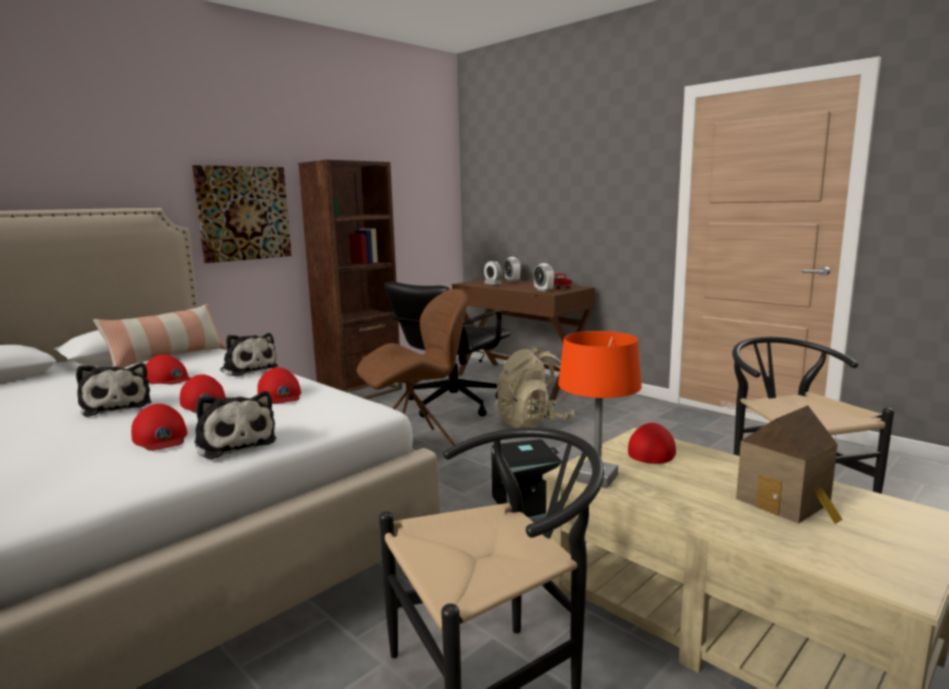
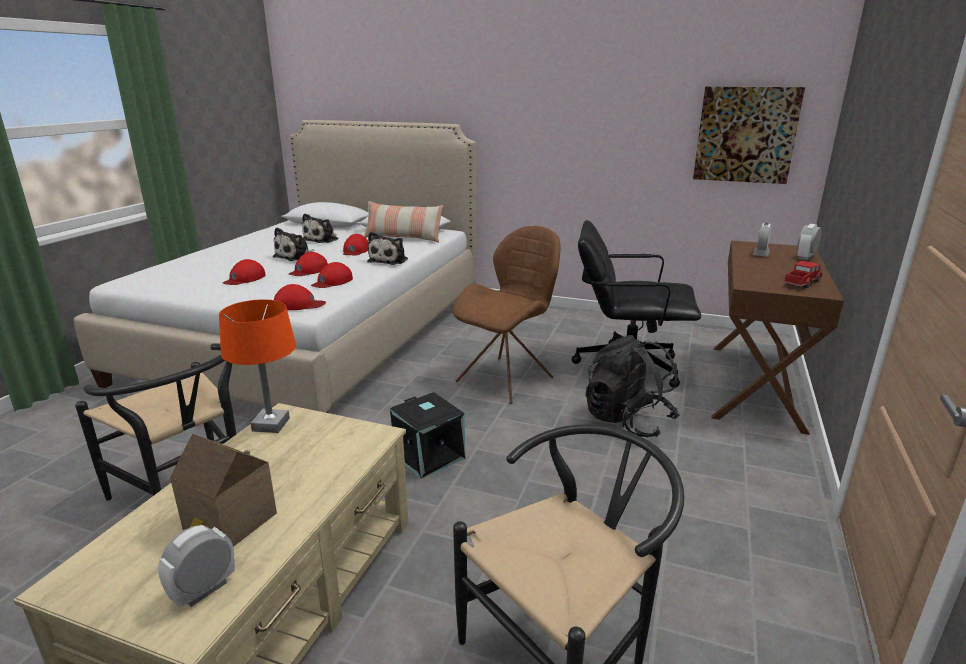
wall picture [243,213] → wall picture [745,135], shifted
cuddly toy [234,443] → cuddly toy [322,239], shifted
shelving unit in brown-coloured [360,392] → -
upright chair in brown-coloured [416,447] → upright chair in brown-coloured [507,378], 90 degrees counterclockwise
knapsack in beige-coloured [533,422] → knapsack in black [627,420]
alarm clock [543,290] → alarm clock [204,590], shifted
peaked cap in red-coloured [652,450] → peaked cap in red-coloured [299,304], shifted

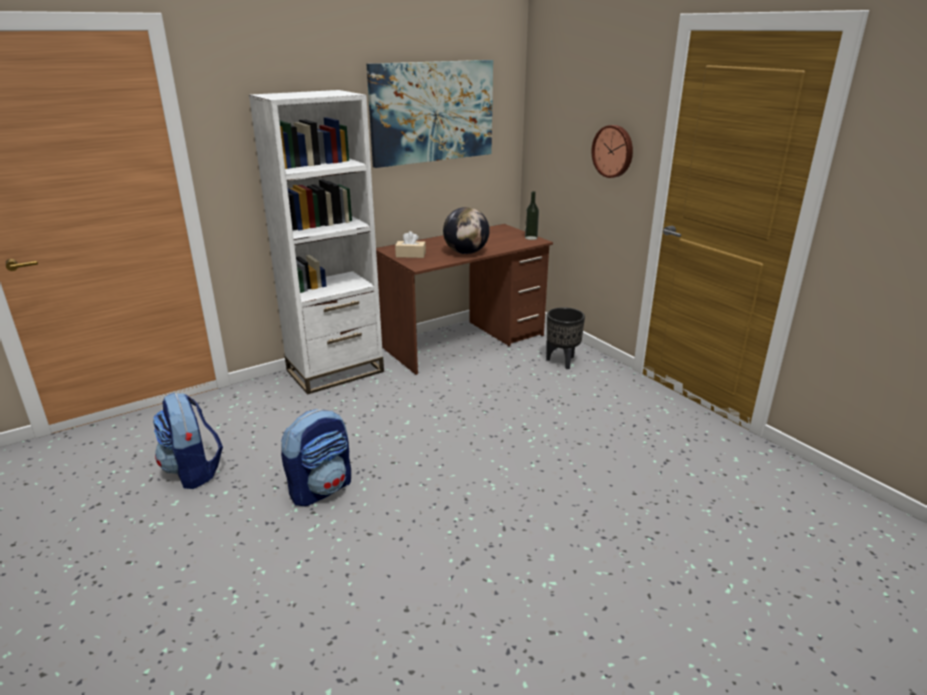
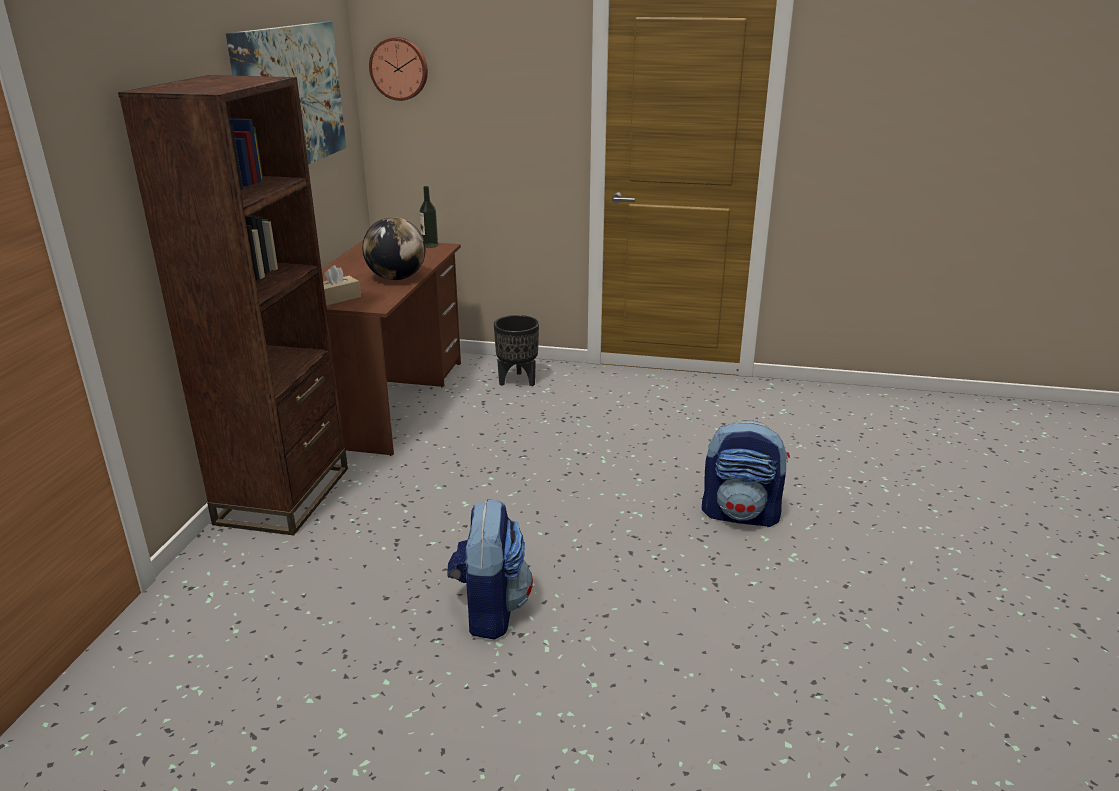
knapsack [194,471] → knapsack [741,514], shifted
shelving unit in white-coloured [335,371] → shelving unit in brown-coloured [284,495]
clock on the wall [613,151] → clock on the wall [399,68], shifted

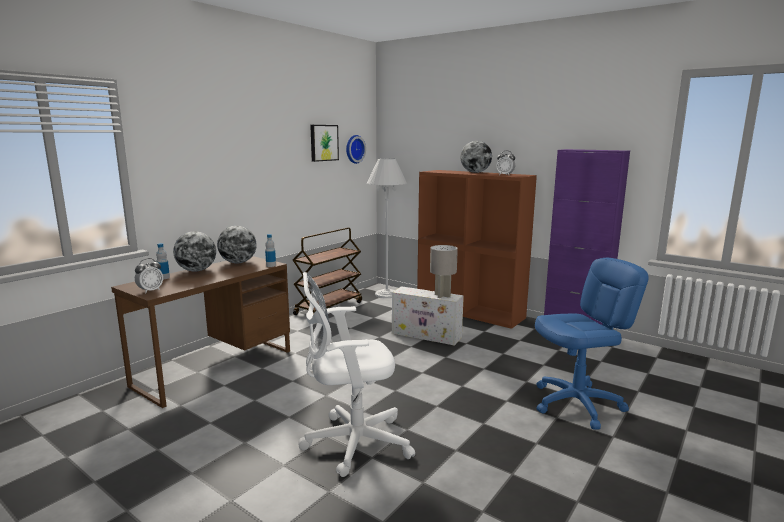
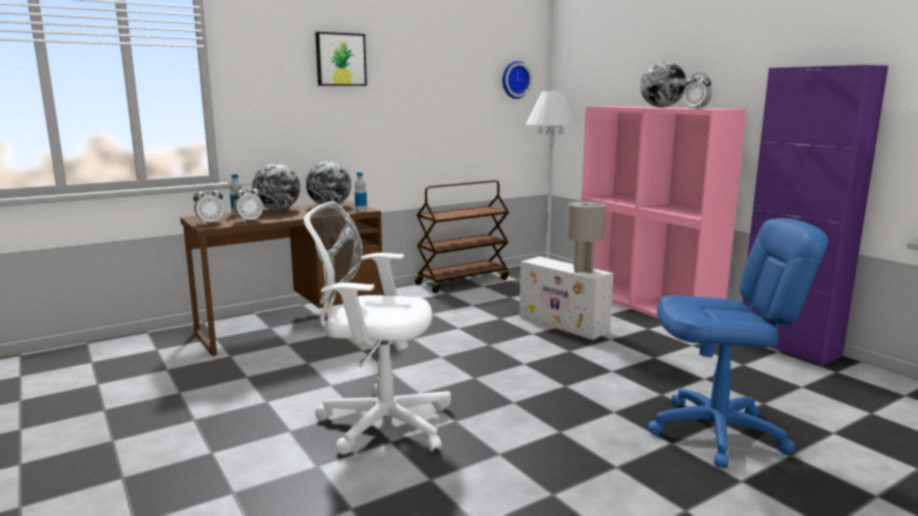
wall picture [323,142] → wall picture [340,59], shifted
shelving unit in brown-coloured [470,311] → shelving unit in pinkish [647,304]
- → alarm clock [249,220]

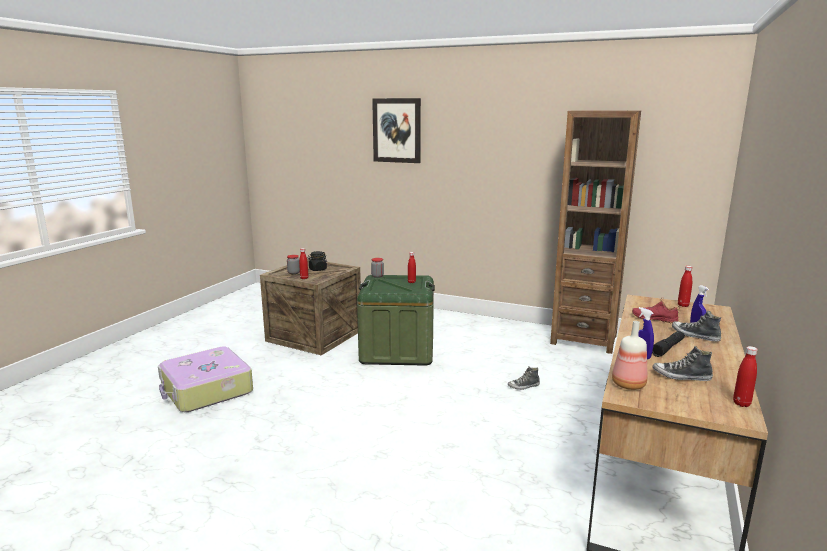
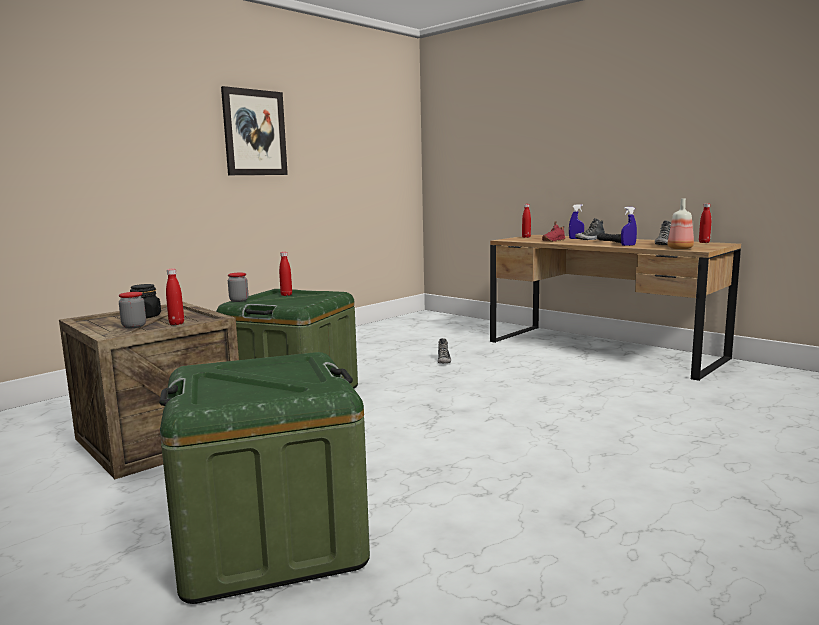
piece of luggage [206,390] → storage bin in green-coloured [270,539]
wall picture [397,130] → wall picture [254,133], shifted
shelving unit in brown-coloured [584,339] → -

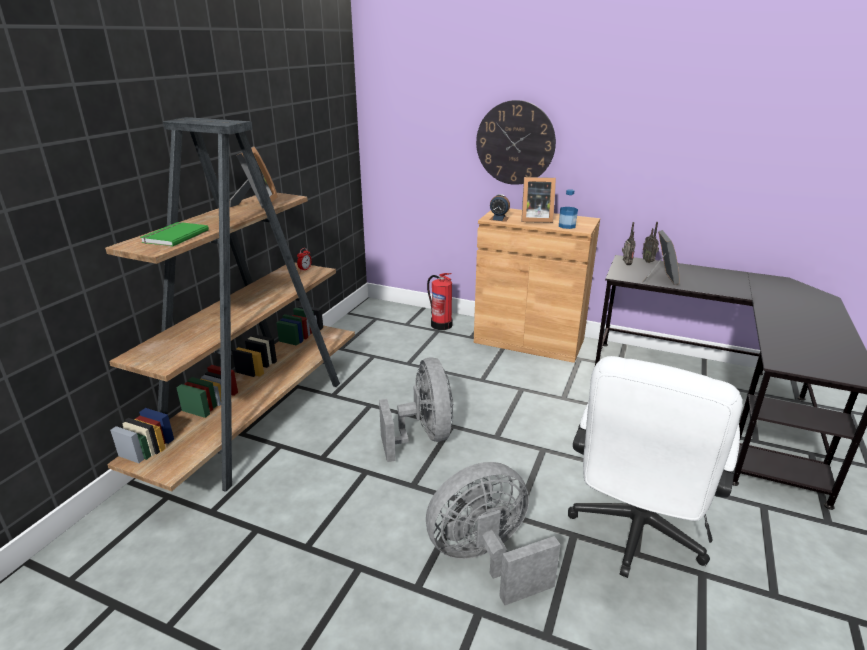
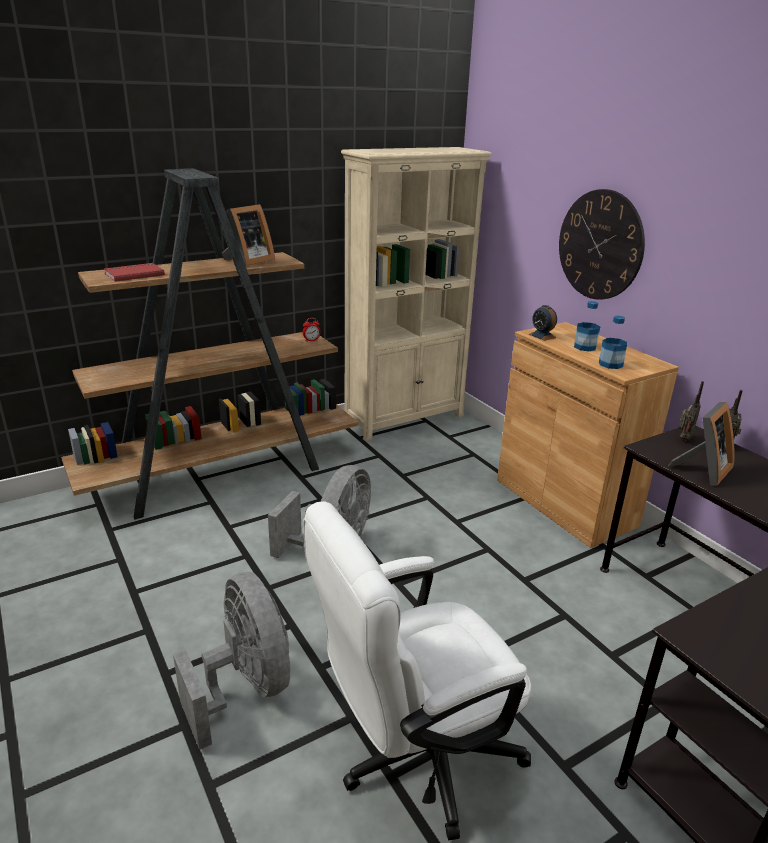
volume in green-coloured [174,236] → volume in red-coloured [133,274]
electric fan in gray [486,559] → electric fan in gray [245,687], 45 degrees clockwise
fire-fighting cylinder [441,324] → -
picture frame [535,219] → drink bottle [585,347]
- → shelving unit in beige-coloured [405,419]

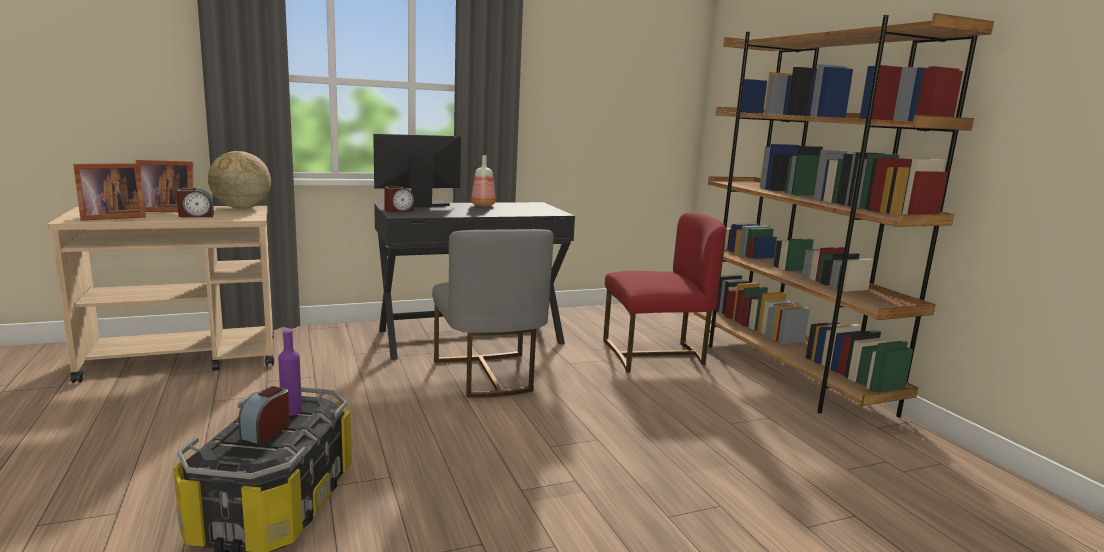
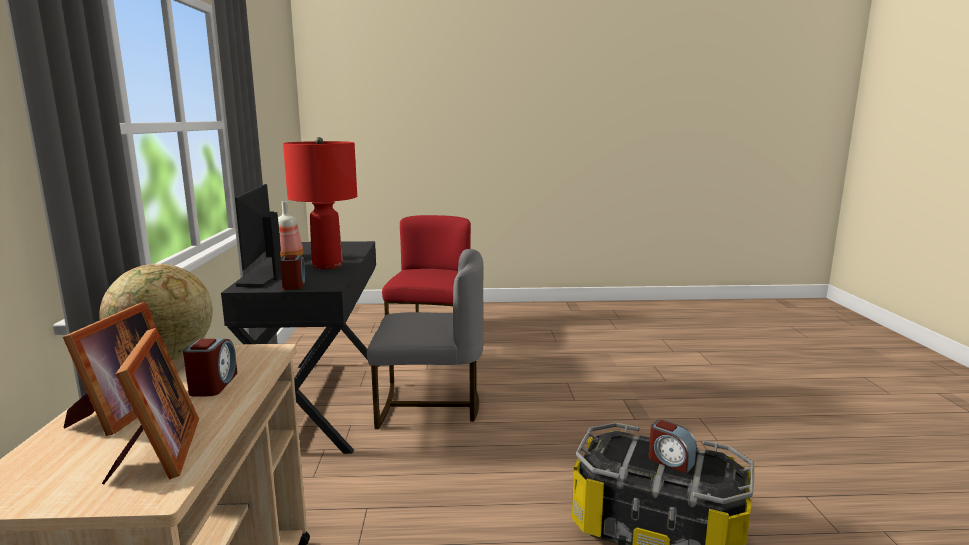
drink bottle in purple-coloured [291,411] → -
shelving unit in brown-coloured [786,373] → -
- → lamp for a table in red-coloured [326,265]

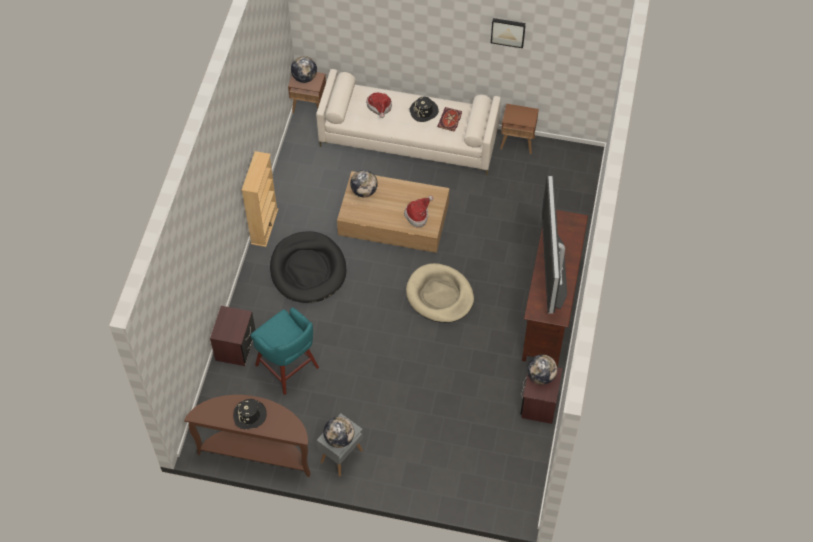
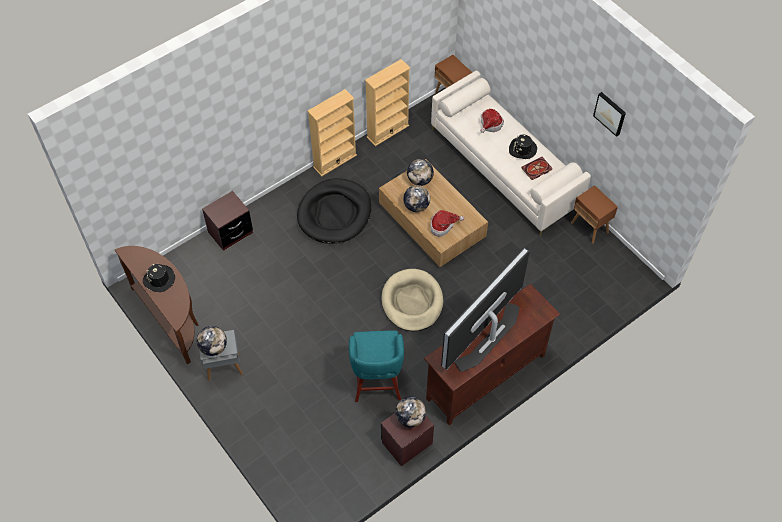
stool in turquoise [288,368] → stool in turquoise [377,382], shifted
globe [304,78] → globe [416,206], shifted
- → shelving unit in beige-coloured [387,131]

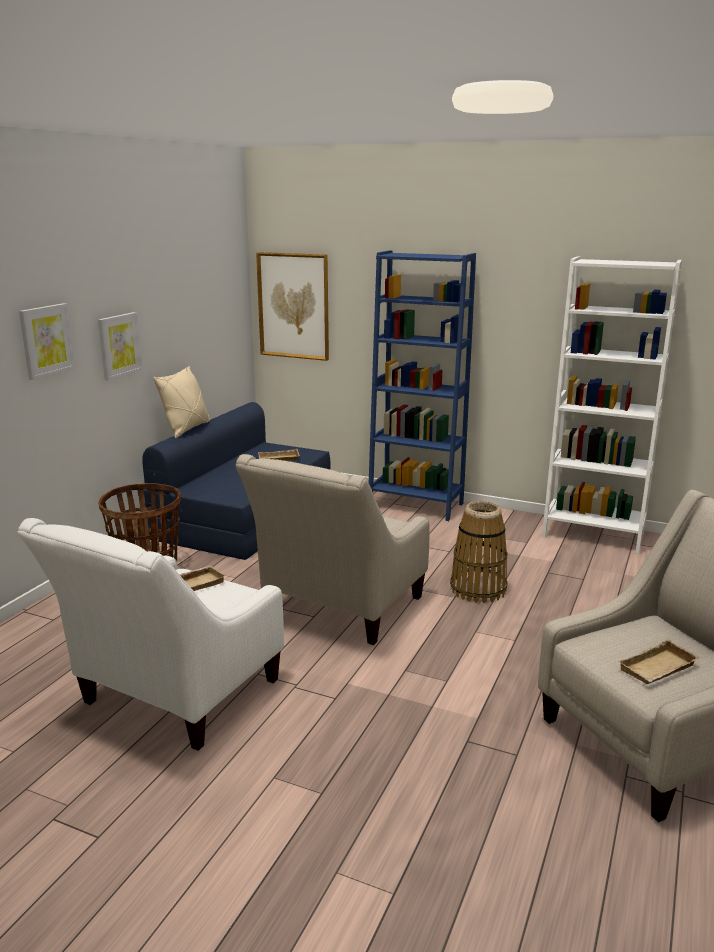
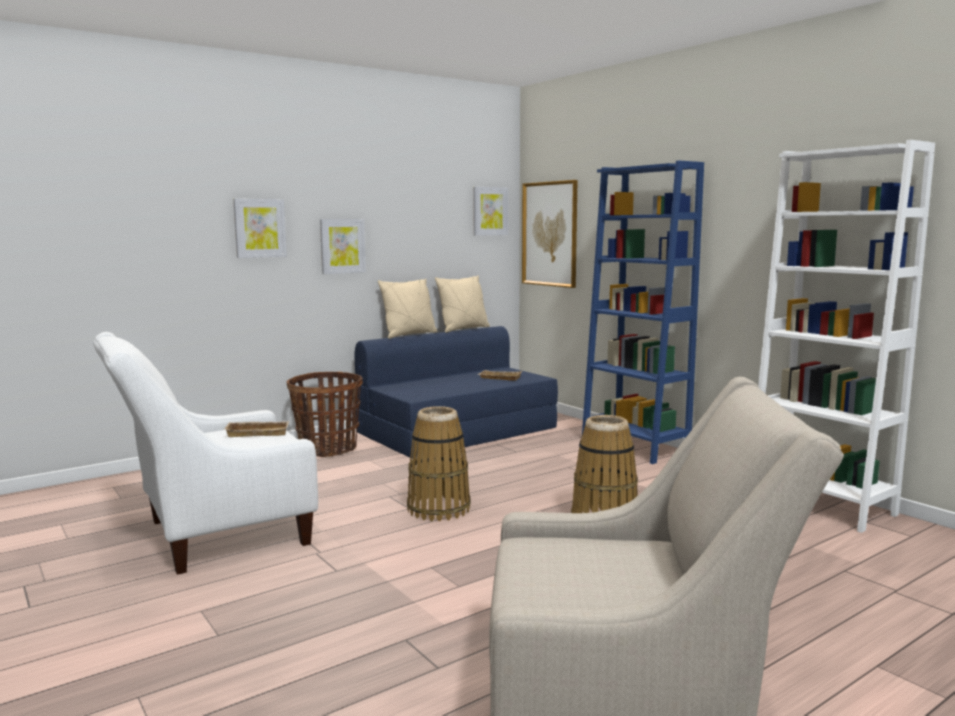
lounge chair in beige-coloured [339,610] → basket [438,509]
tray in beige-coloured [659,669] → -
- → cushion in beige-coloured [463,329]
- → wall picture [490,211]

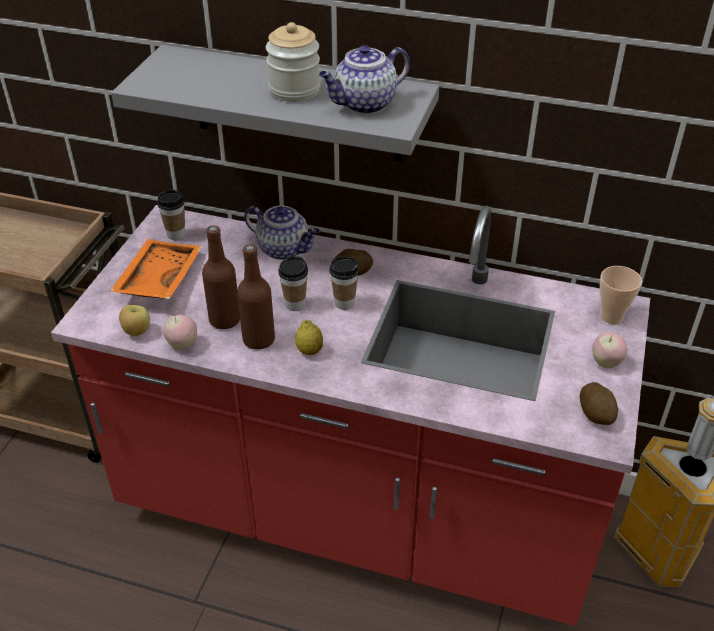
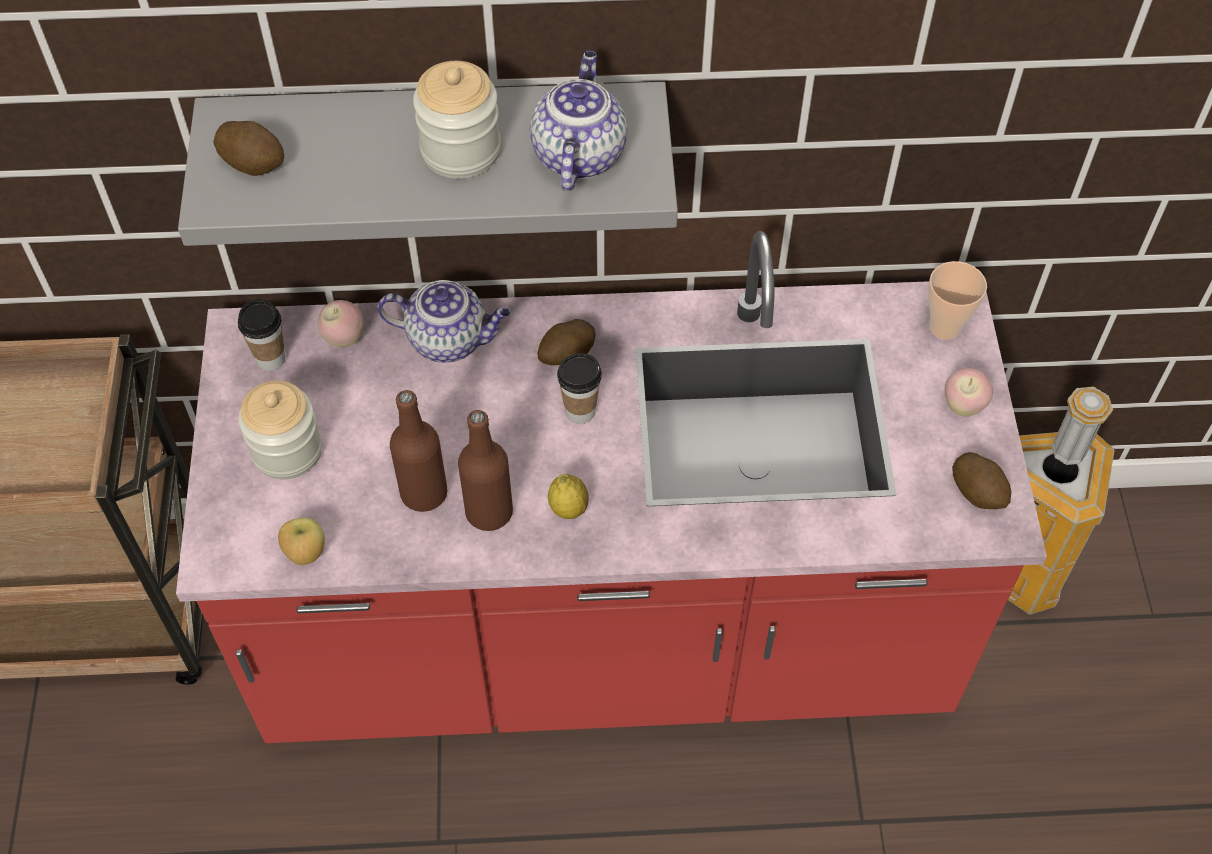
tray in orangey [158,279] → storage jar [287,450]
apple fruit [182,344] → apple fruit [344,338], shifted
cup [295,304] → -
pot for tea [364,104] → pot for tea [578,154], 150 degrees clockwise
- → potato [253,162]

